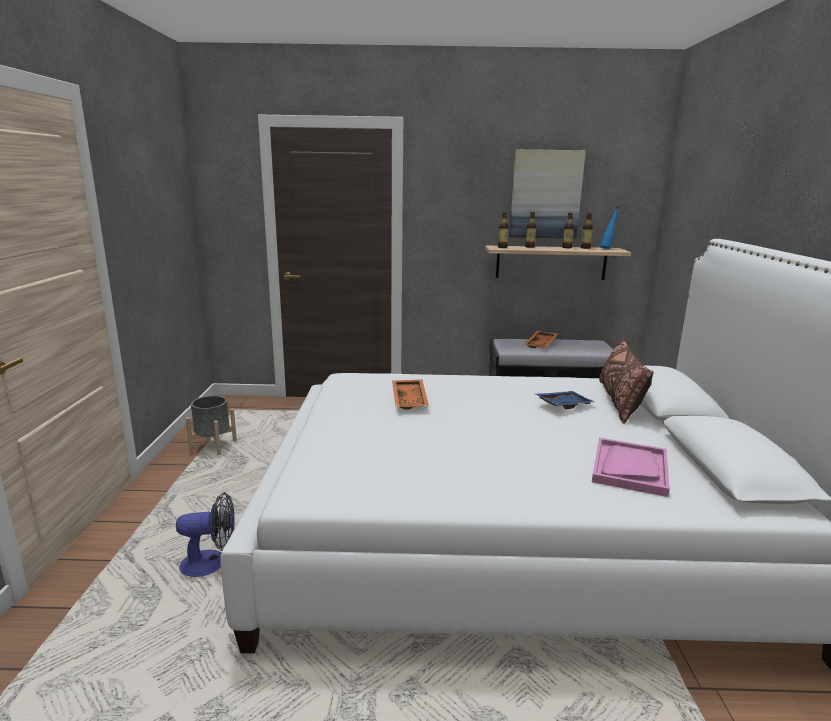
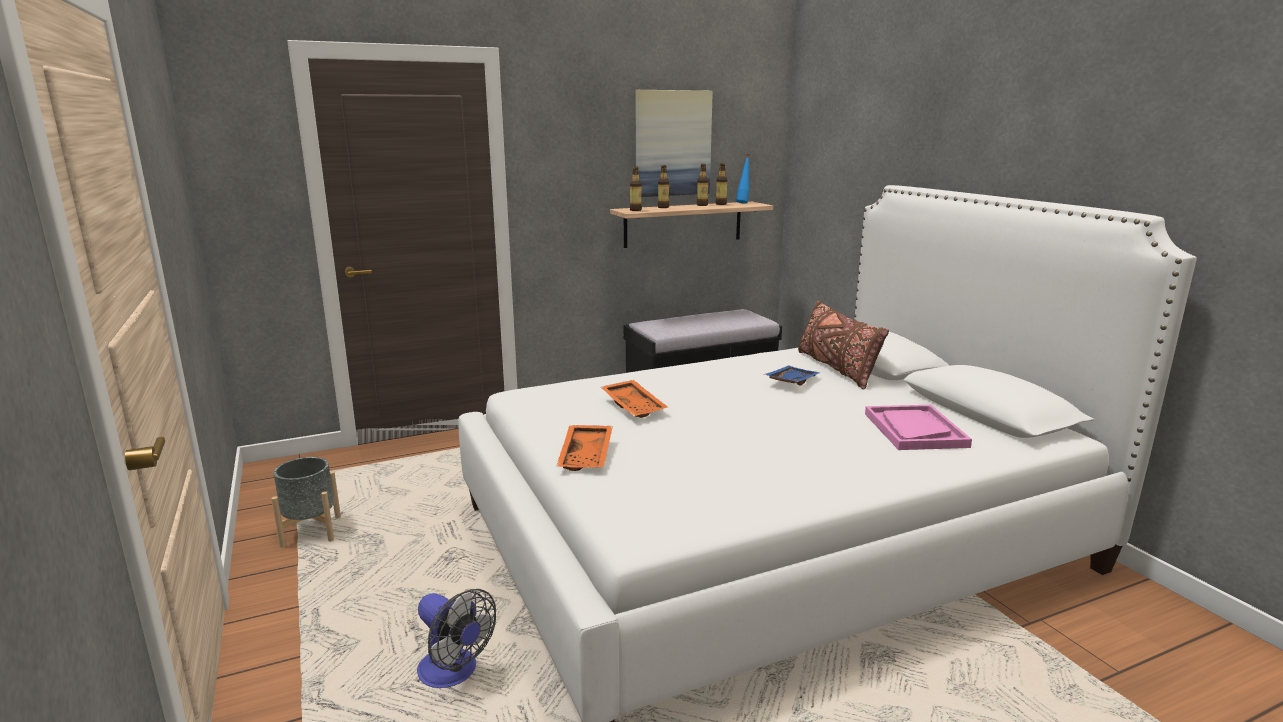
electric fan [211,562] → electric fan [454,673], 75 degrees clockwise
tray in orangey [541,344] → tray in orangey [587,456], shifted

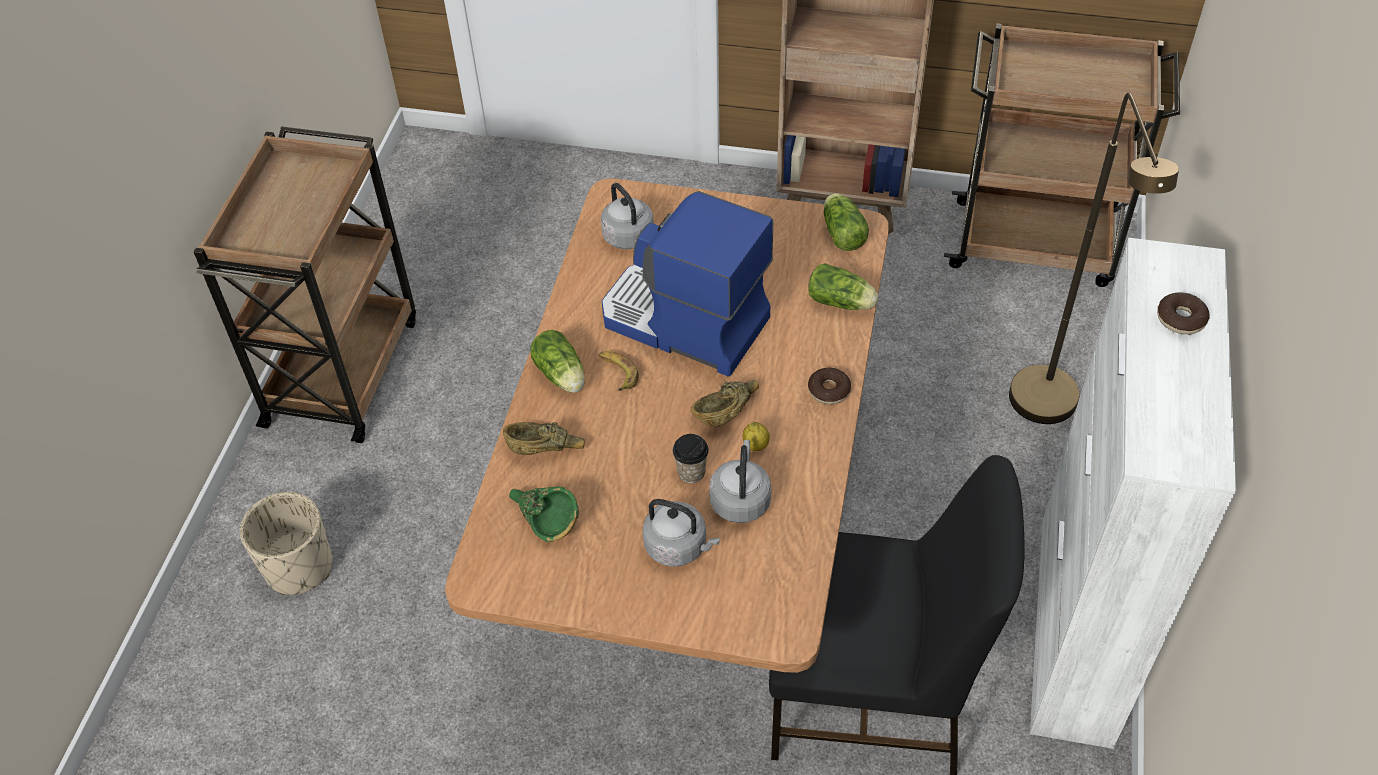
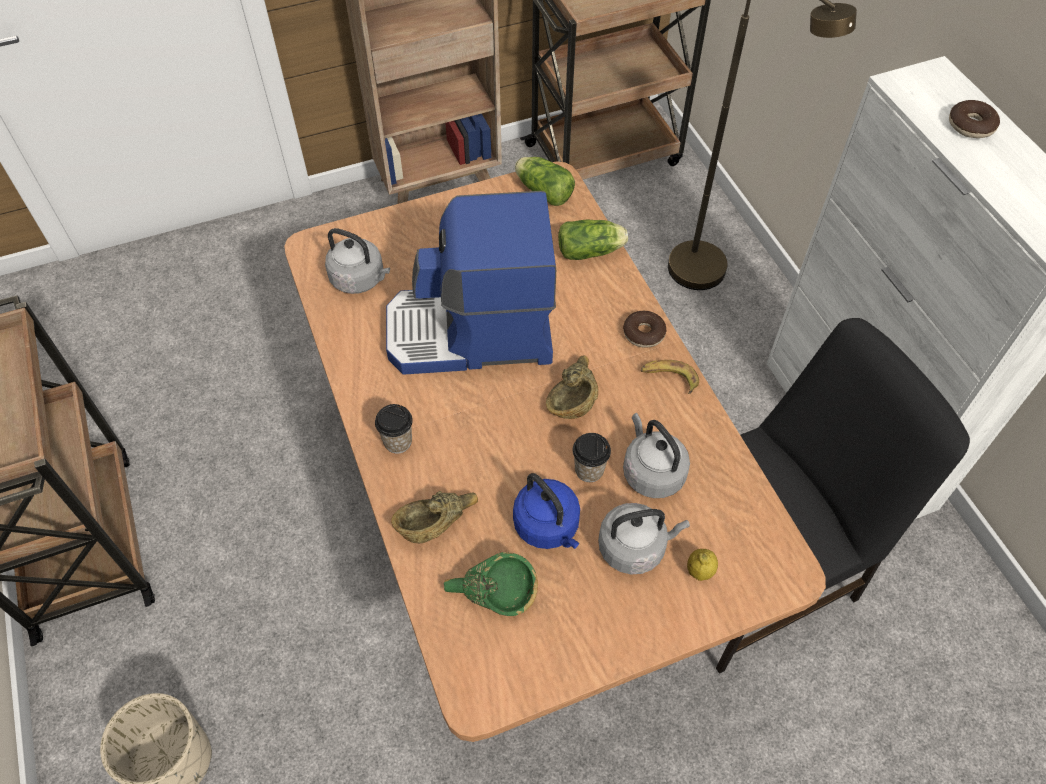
head of lettuce [562,376] → cup [398,442]
banana fruit [617,372] → banana fruit [669,378], shifted
whole lemon [755,445] → whole lemon [699,571], shifted
- → water kettle in blue-coloured [548,527]

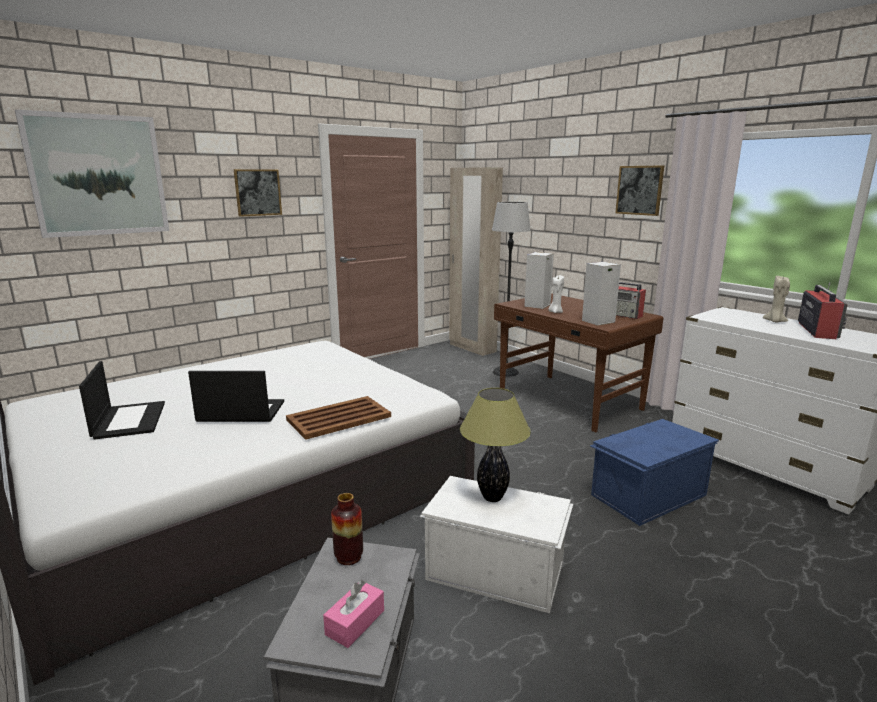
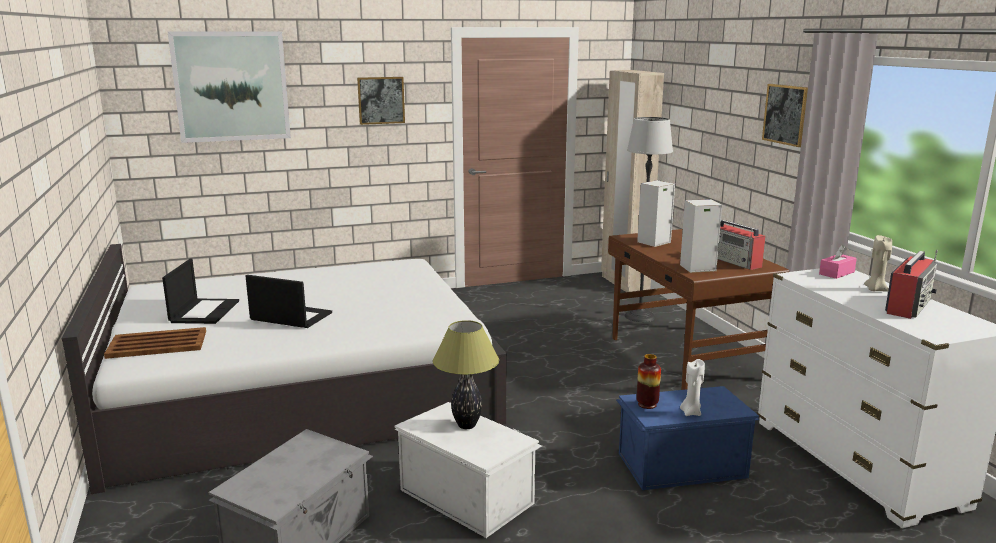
tray in brown-coloured [338,418] → tray in brown-coloured [156,344], shifted
tissue box in pinkish [355,622] → tissue box in pinkish [836,273], shifted
flower vase [349,557] → flower vase [647,404], shifted
candle in white-coloured [555,312] → candle in white-coloured [691,412], shifted

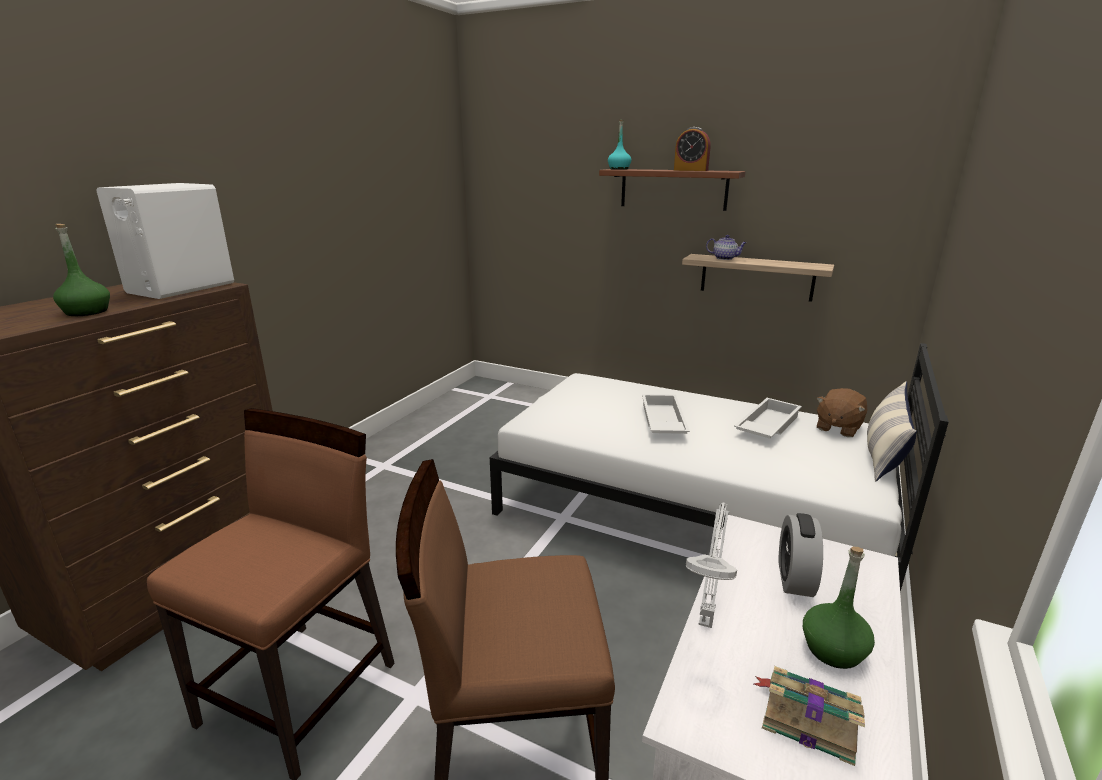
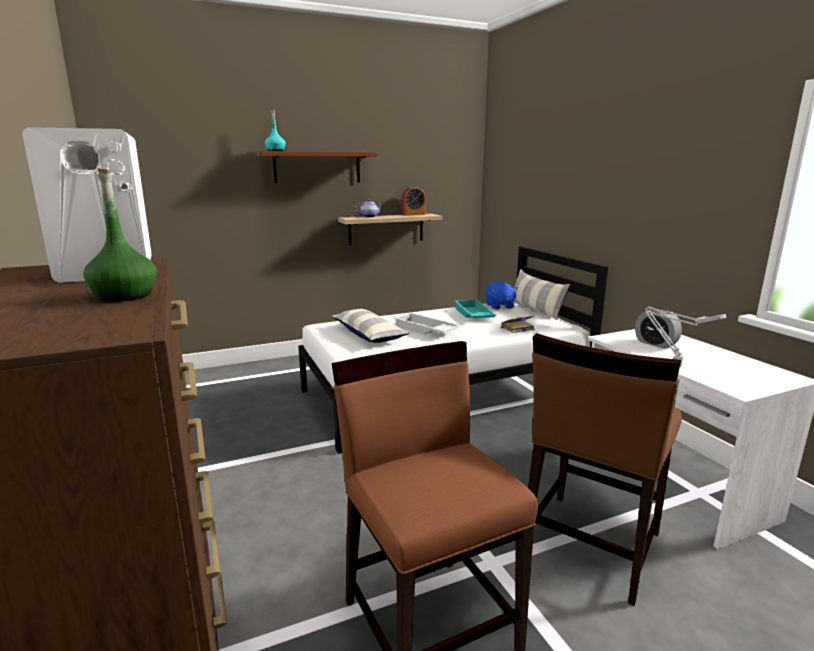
alarm clock [690,170] → alarm clock [413,214], shifted
tray in white-coloured [766,425] → tray in turquoise [473,315]
volume [807,716] → volume [517,328], shifted
drink bottle in green-coloured [832,649] → -
cuddly toy in brown-coloured [837,428] → cuddly toy in blue-coloured [499,306]
- → cushion [369,334]

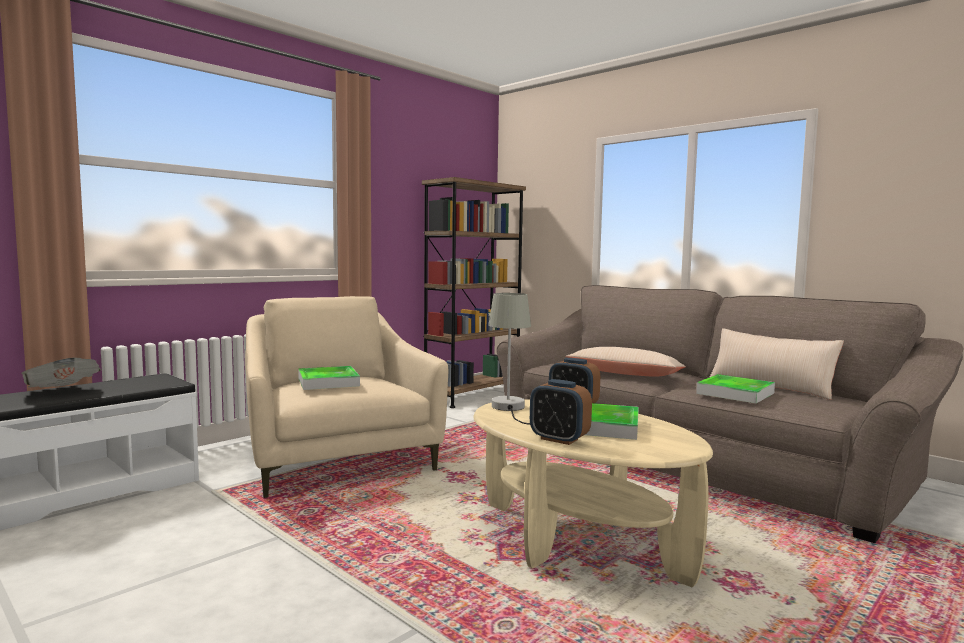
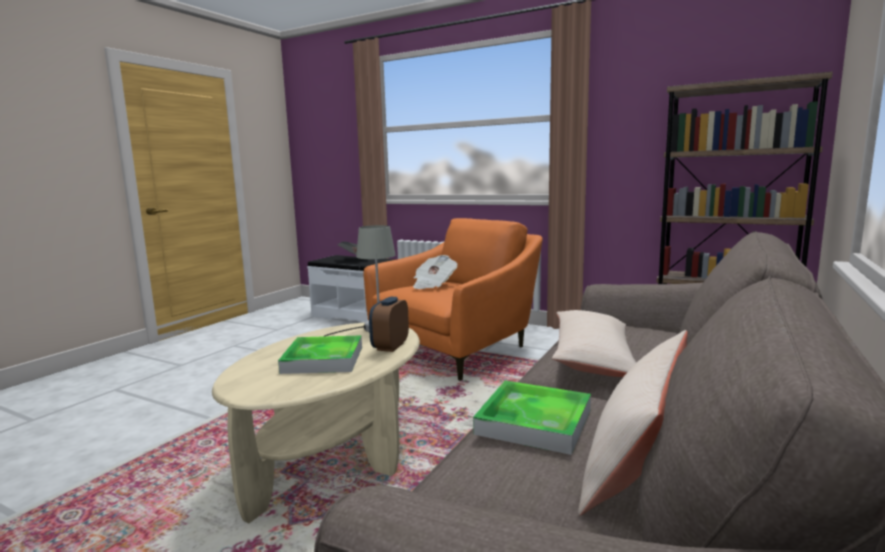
lounge chair in beige-coloured [336,459] → lounge chair in orangey [458,348]
tray [328,382] → newspaper [433,284]
alarm clock [559,439] → -

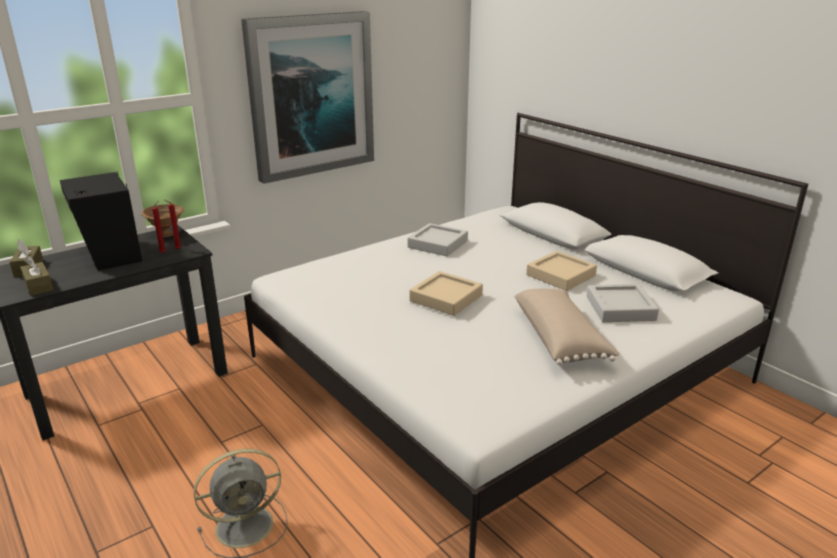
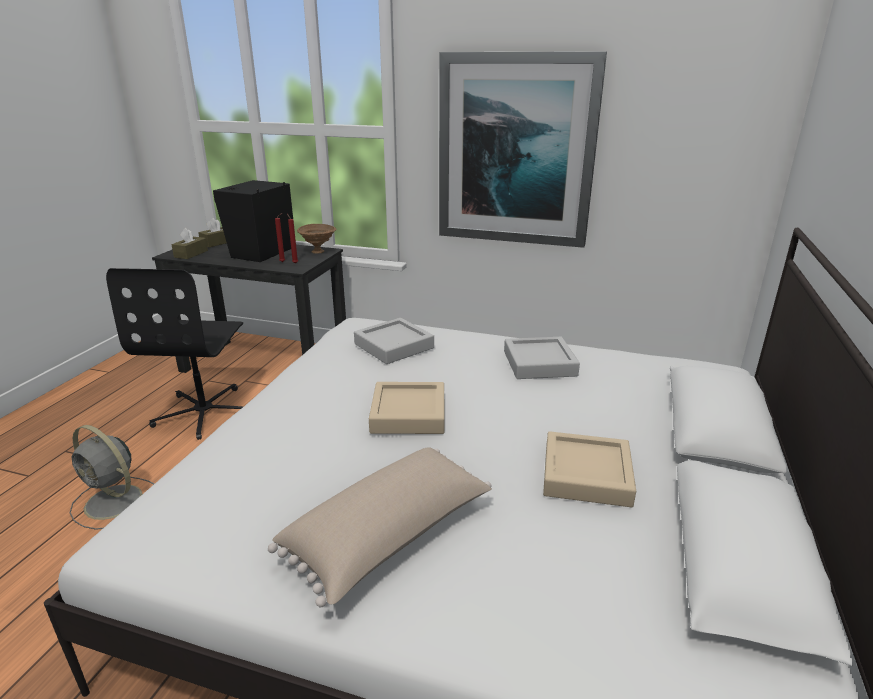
tray in gray [620,308] → tray in gray [394,346], shifted
- → computer chair in black [205,412]

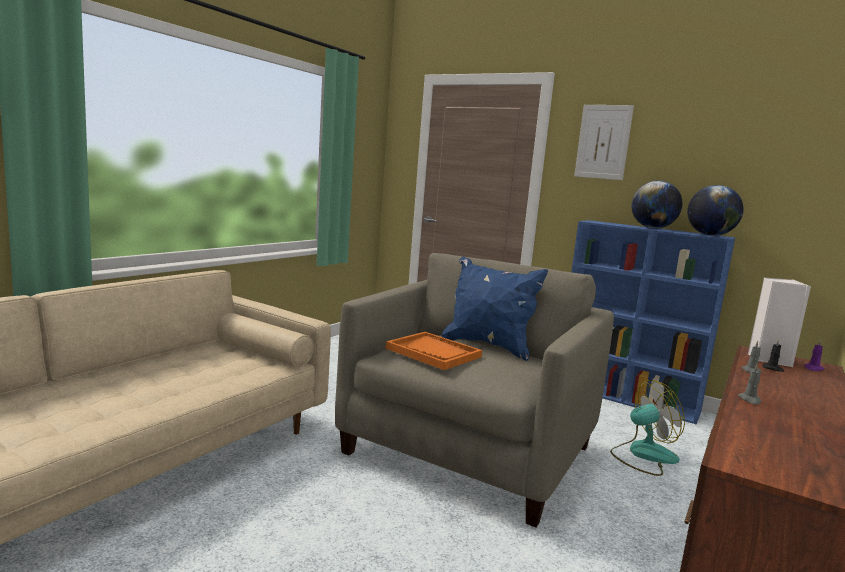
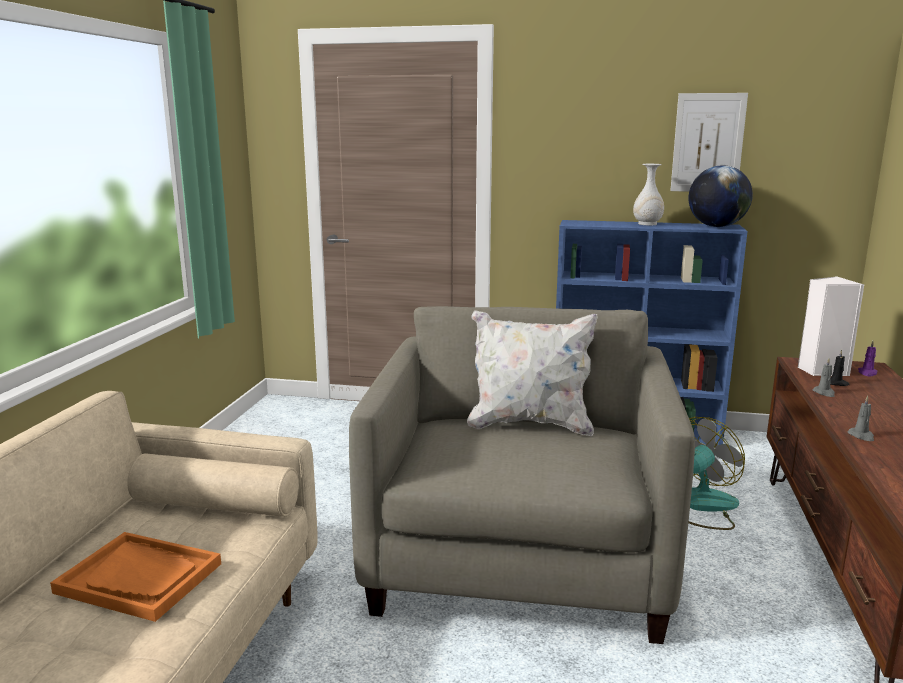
tray in orangey [433,353] → tray in orangey [140,578], shifted
cushion in blue-coloured [488,346] → cushion in white-coloured [529,424]
wall picture [603,142] → wall picture [708,143], shifted
globe [652,228] → flower vase in white-coloured [647,224]

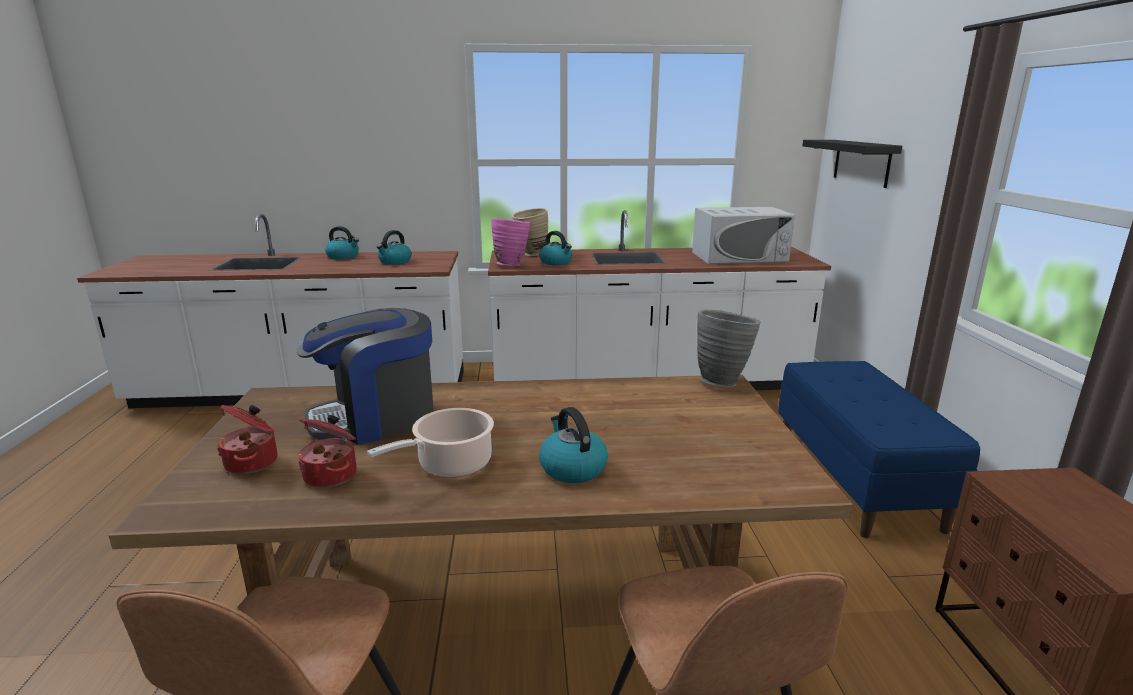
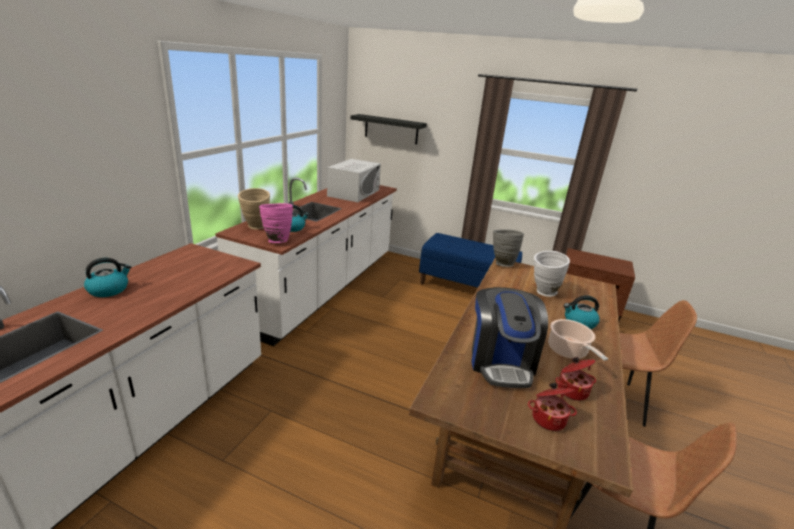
water kettle [395,262] → -
- → flower vase in white-coloured [543,293]

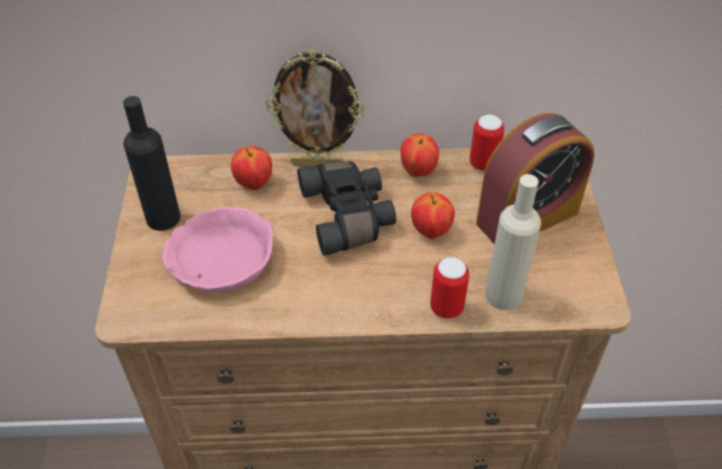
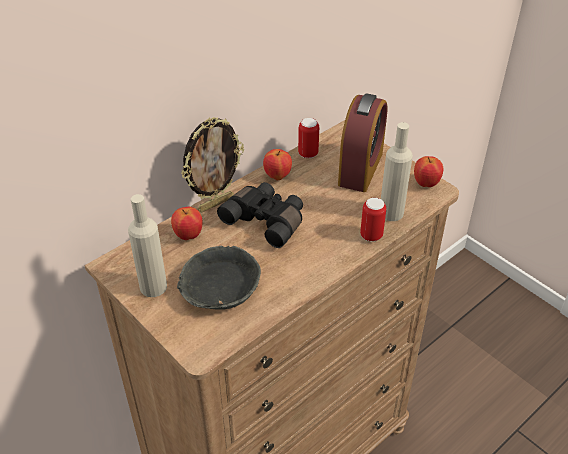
drink bottle in black [163,218] → drink bottle in beige-coloured [153,287]
bowl in pinkish [220,259] → bowl in gray [219,287]
apple fruit [431,231] → apple fruit [426,183], shifted

